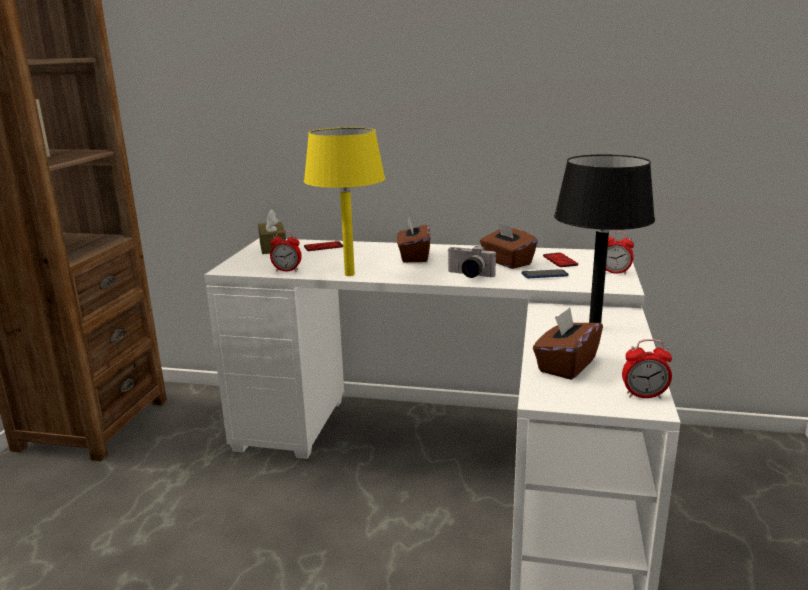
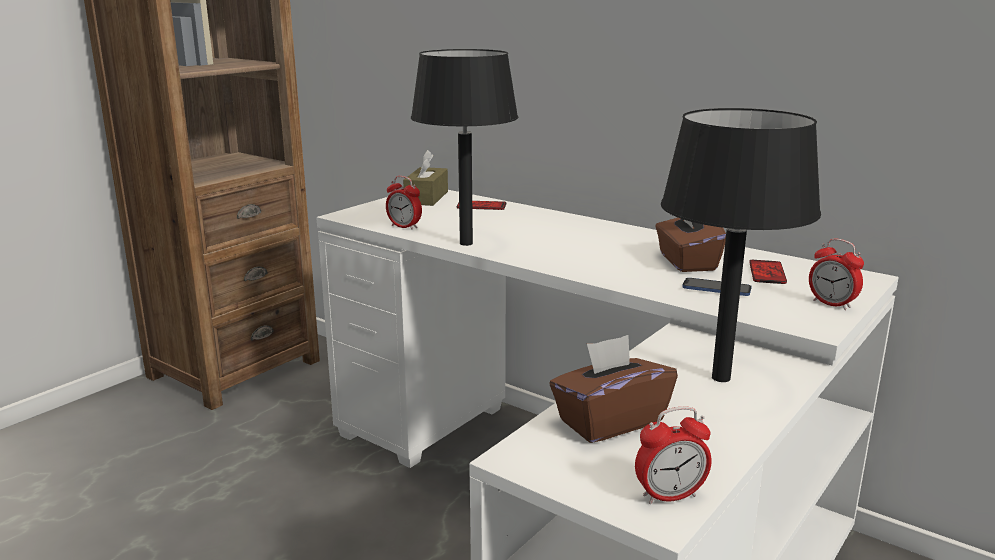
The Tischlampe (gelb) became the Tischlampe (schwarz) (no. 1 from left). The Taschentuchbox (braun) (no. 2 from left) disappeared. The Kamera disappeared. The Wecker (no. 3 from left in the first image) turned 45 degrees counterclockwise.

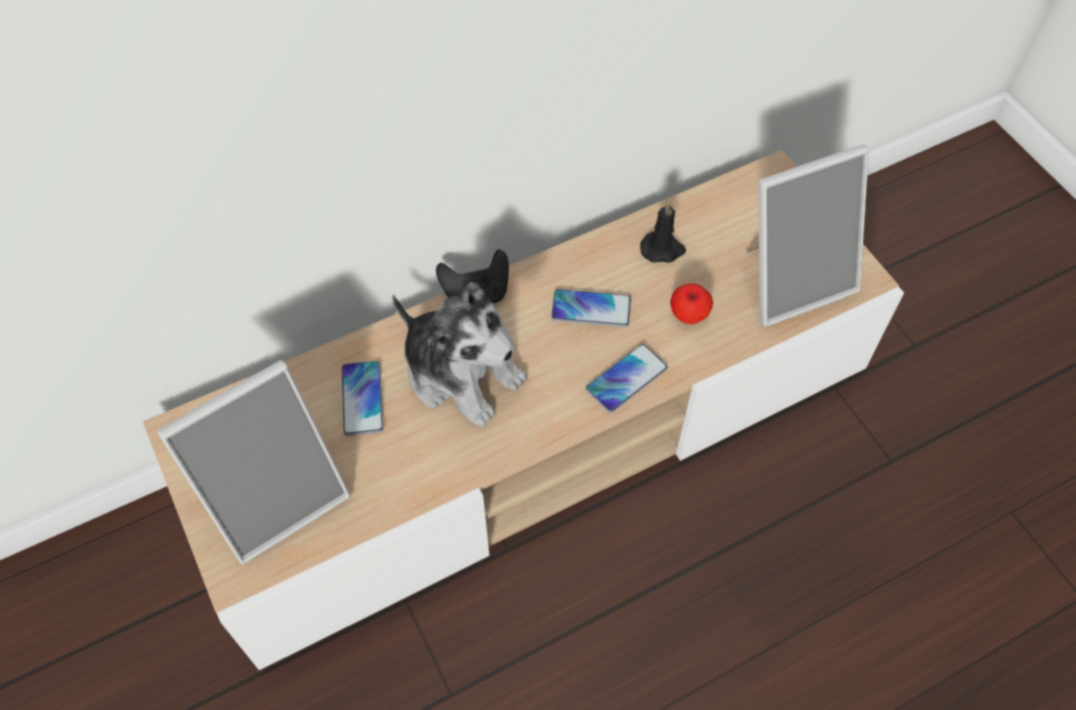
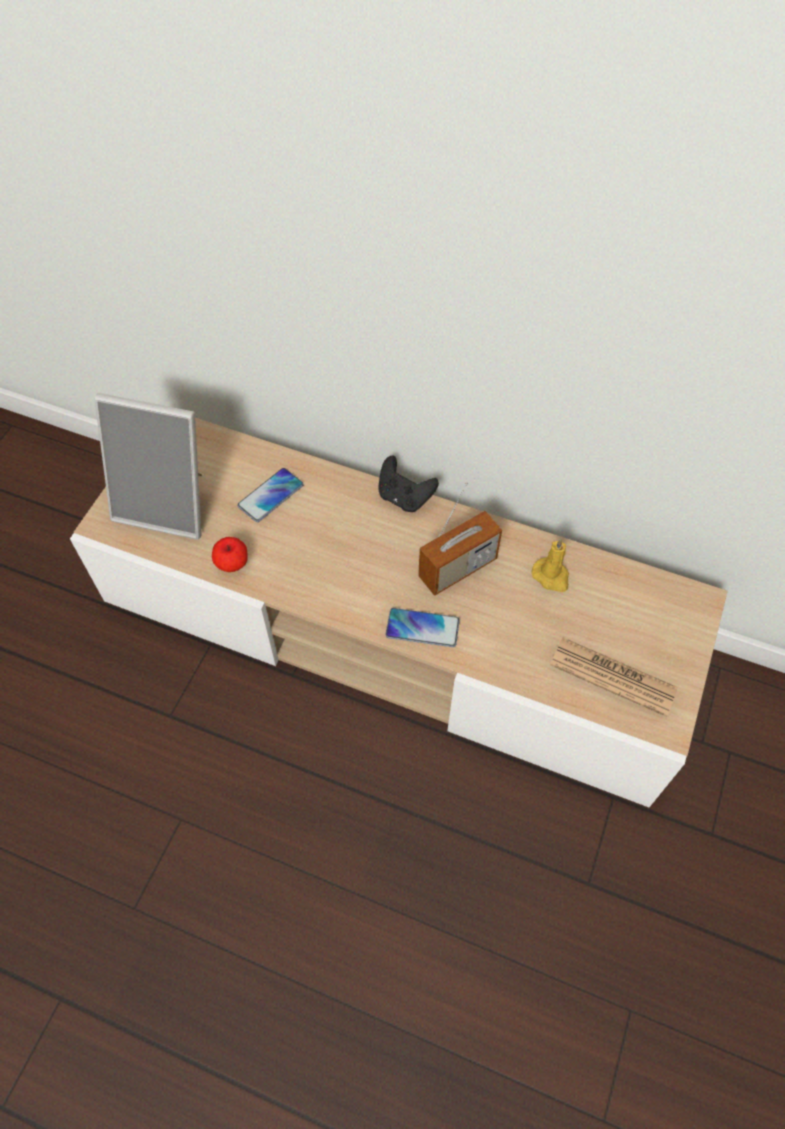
The Bilderrahmen (no. 2 from left) was replaced by the Zeitung. The Kerze (schwarz) became the Kerze (gelb). The Plüschtier disappeared. The Apfel moved. The Handy (no. 2 from left) was replaced by the Radio.

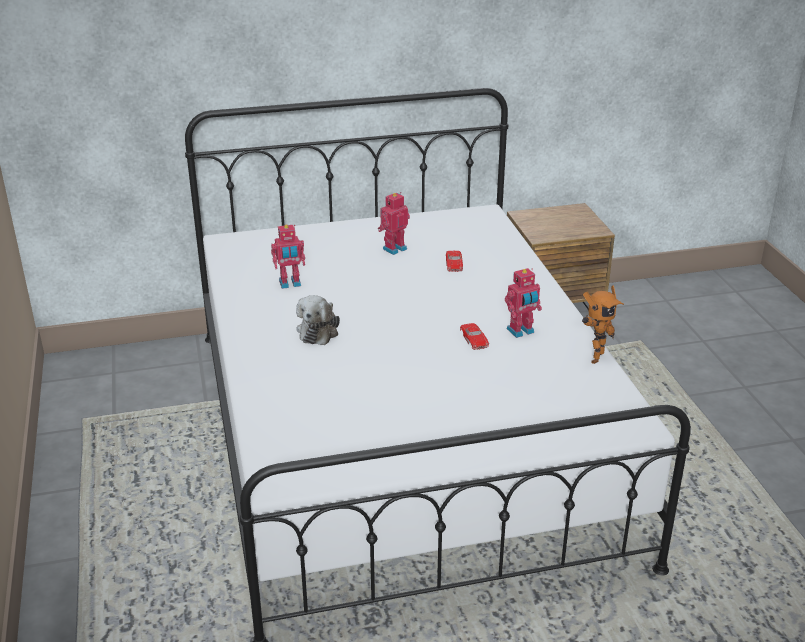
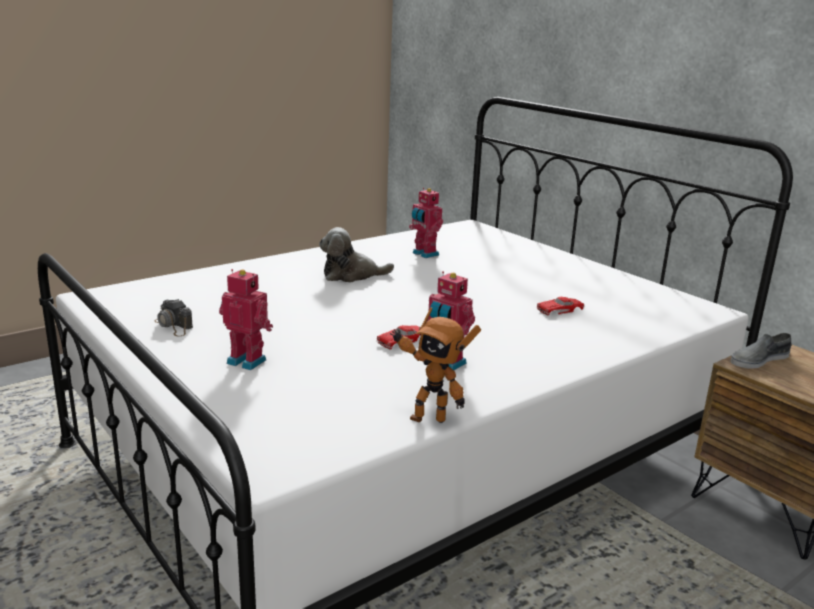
The Spielzeugroboter (no. 2 from left in the first image) moved. The Kamera appeared. The Schuh (grau) appeared.

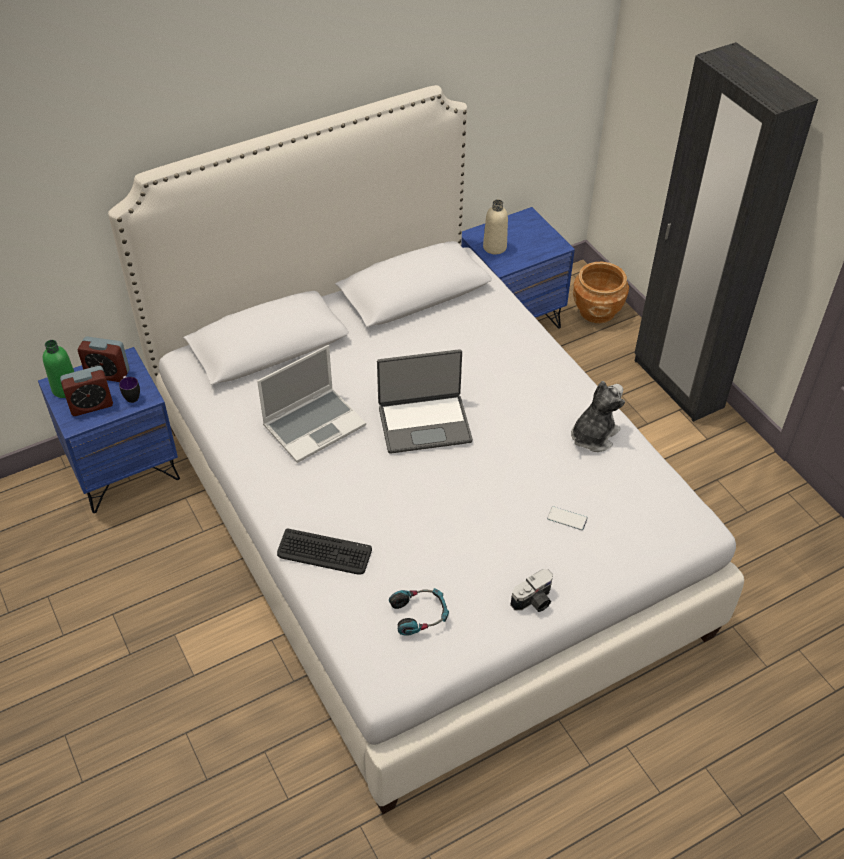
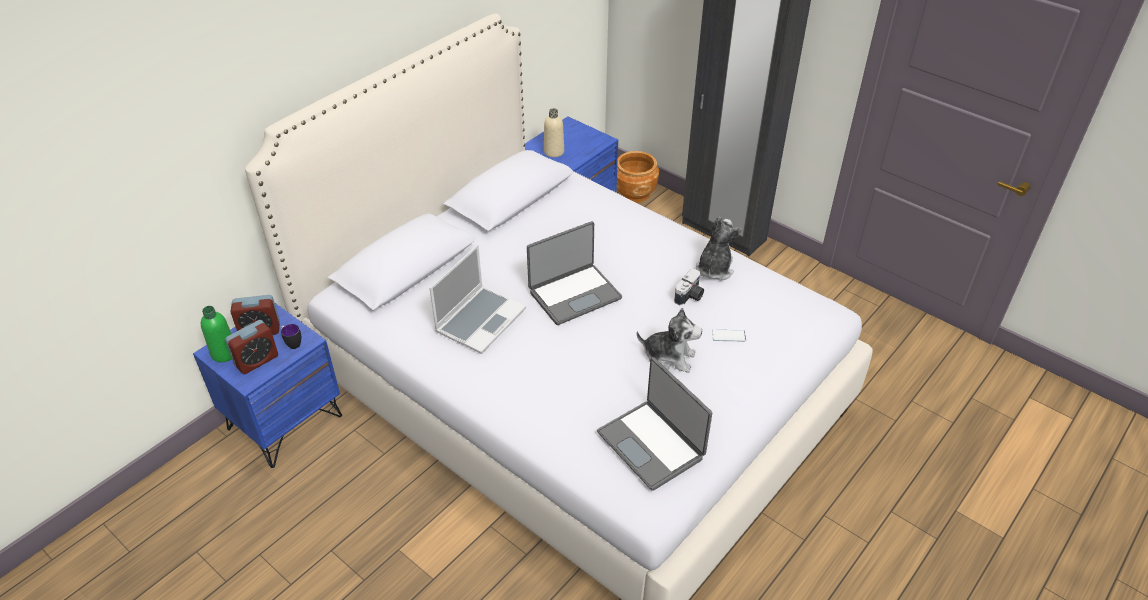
The Tastatur disappeared. The Kamera moved. The Kopfhörer was replaced by the Laptop (no. 3 from left). The Plüschtier (no. 1 from left) appeared.

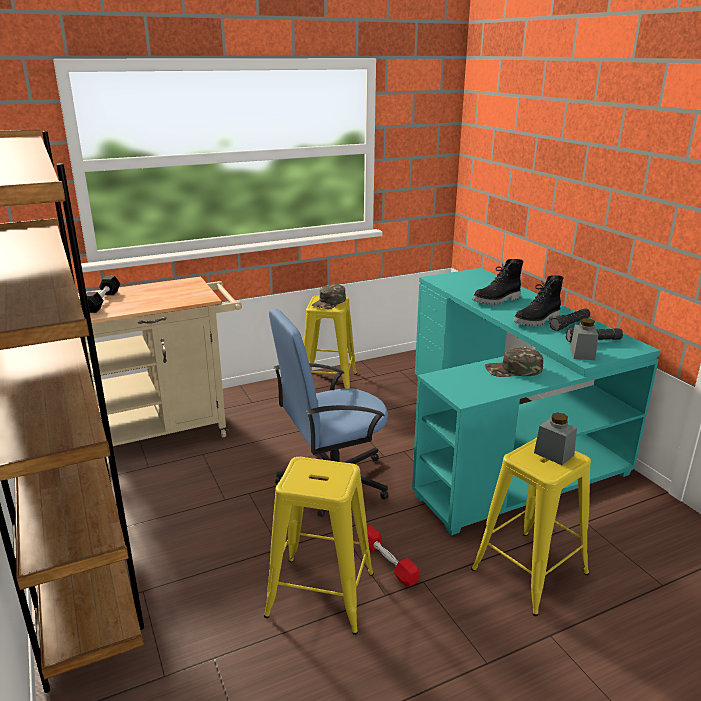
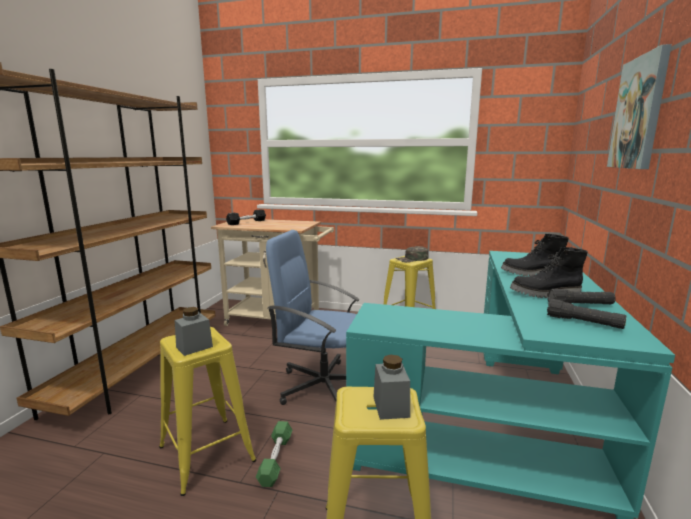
The Vorratsglas (grau) (no. 2 from left in the first image) moved. The Kappe (grün) (no. 2 from left) disappeared. The Hantel (rot) became the Hantel (grün). The Bild appeared.

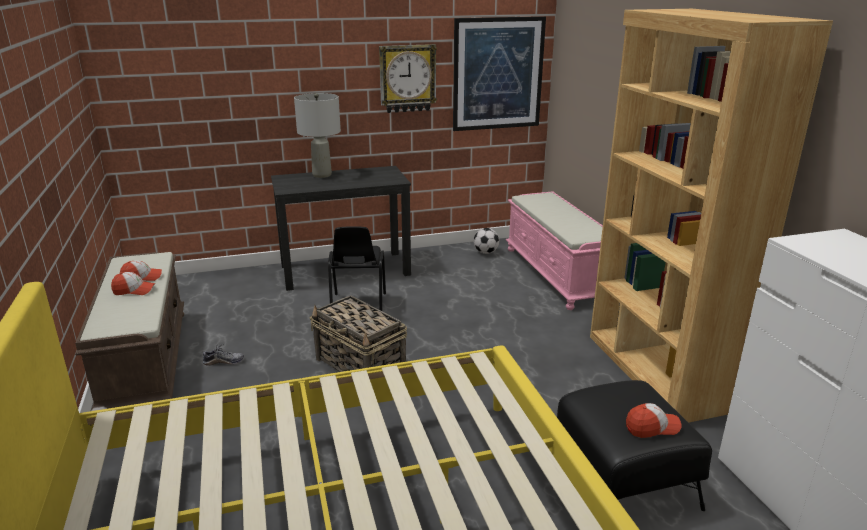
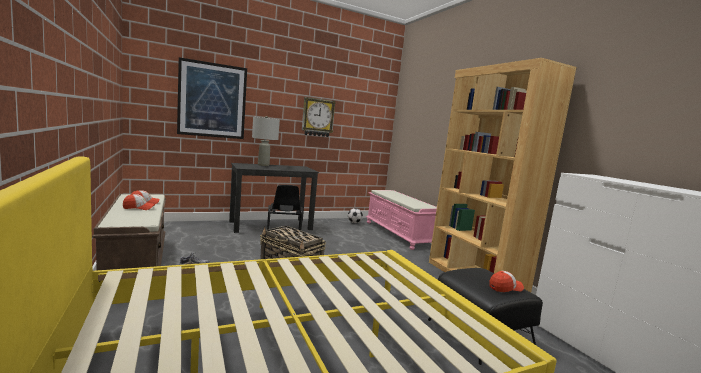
The Bild moved.

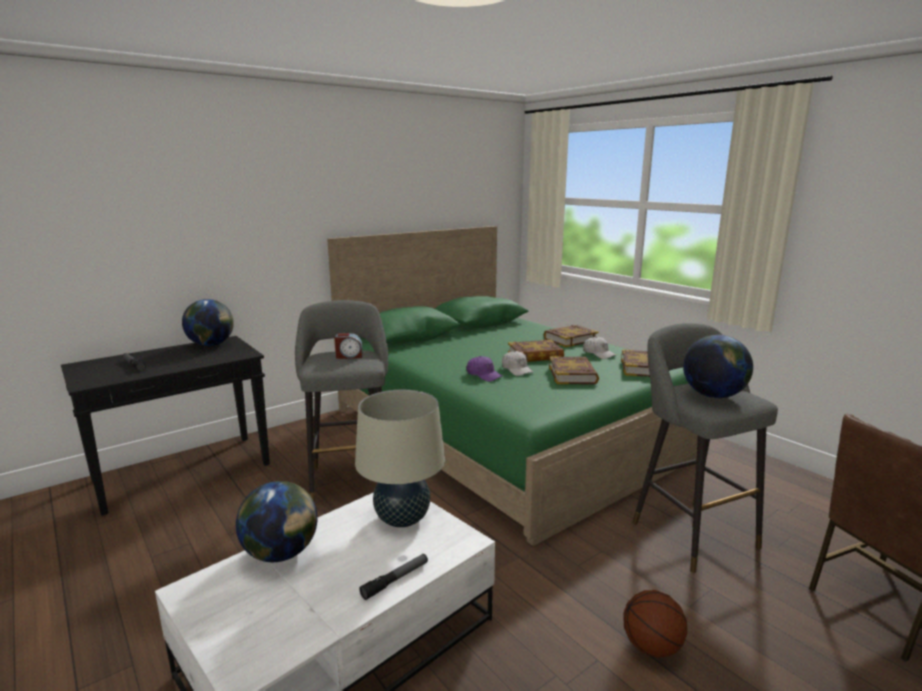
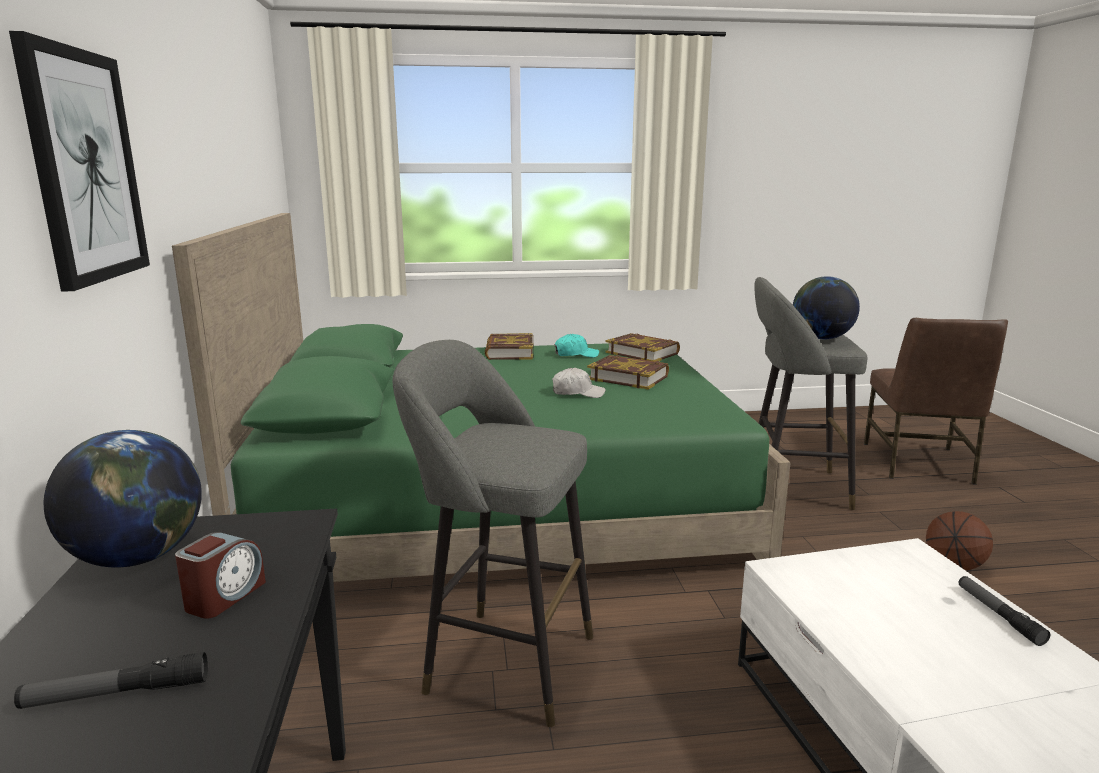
The Wecker moved. The Kappe (weiß) (no. 2 from left) became the Kappe (türkis). The Buch (no. 1 from left) disappeared. The Kappe (lila) disappeared. The Tischlampe (beige) disappeared. The Globus (no. 2 from left) disappeared. The Bild appeared.

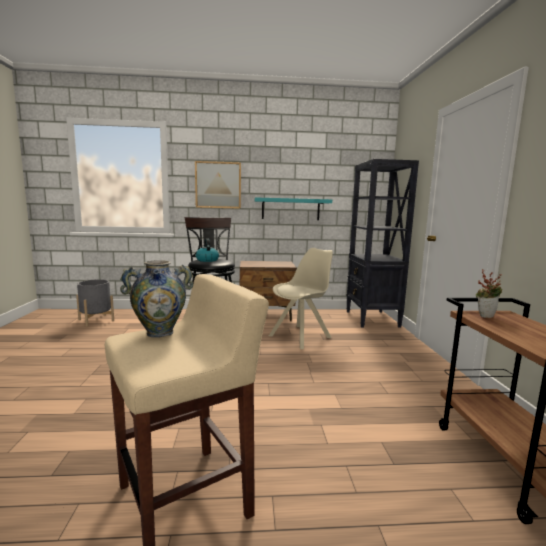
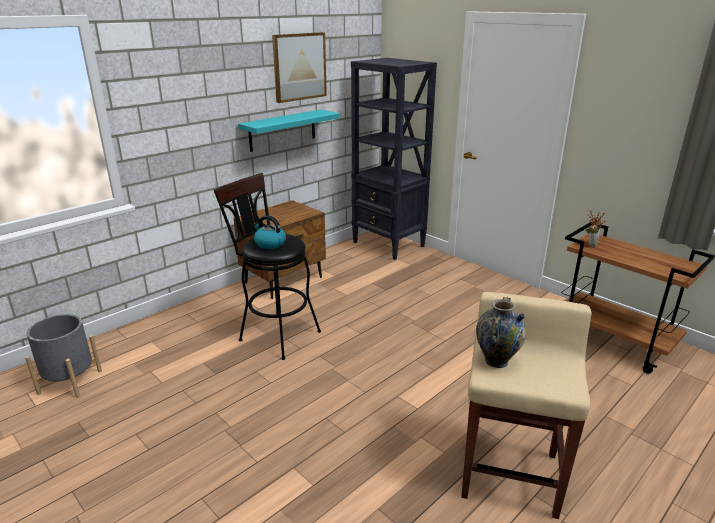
The Bild moved. The Stuhl (beige) disappeared.

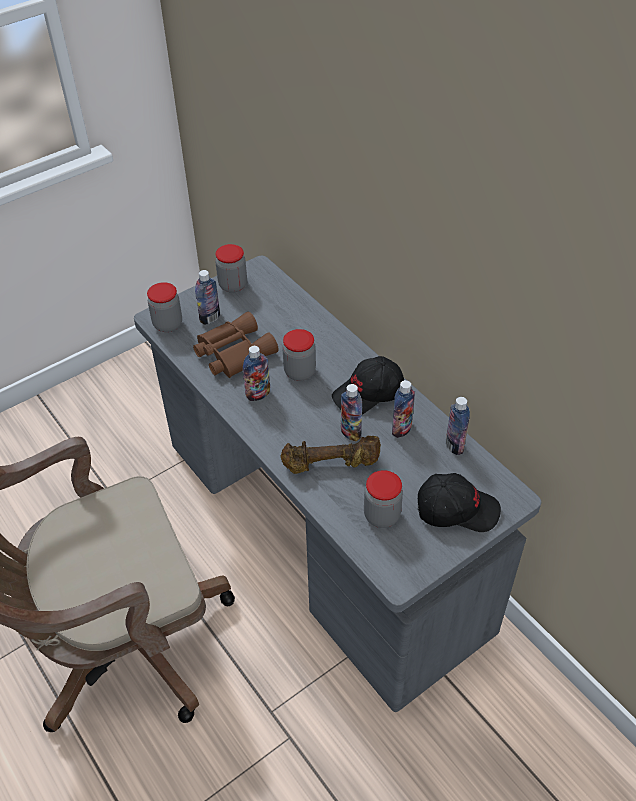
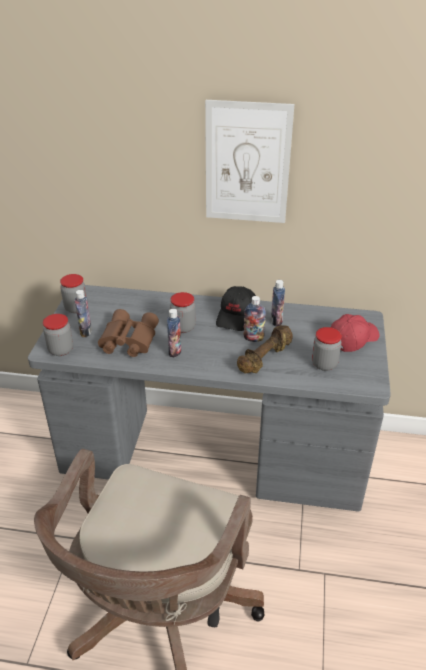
The Flasche (no. 5 from left) disappeared. The Kappe (schwarz) (no. 2 from left) became the Kappe (rot). The Bild appeared.

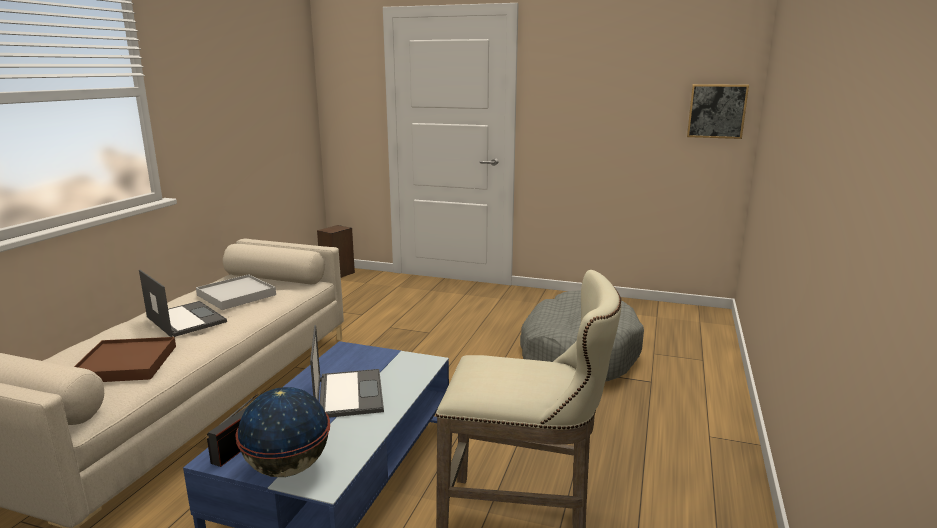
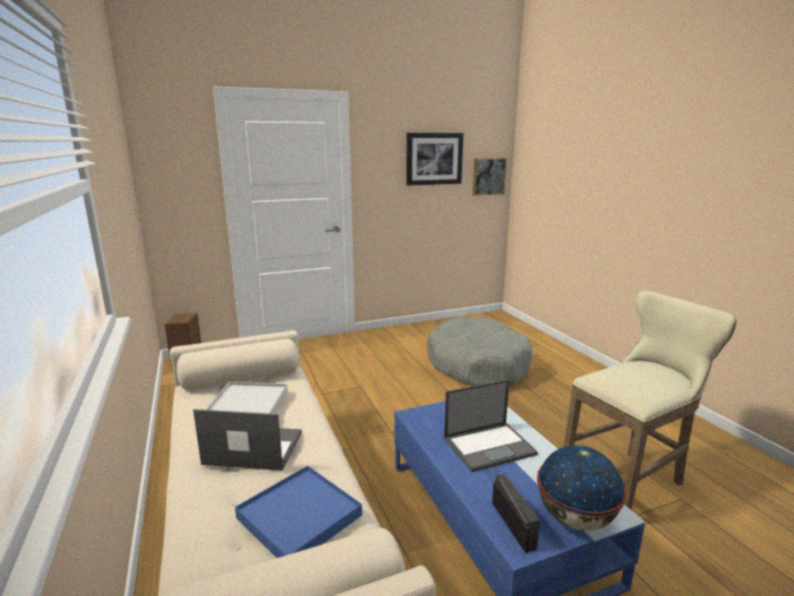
The Laptop (no. 2 from left) turned 120 degrees clockwise. The Tablett (braun) became the Tablett (blau). The Bild (no. 1 from left) appeared.

